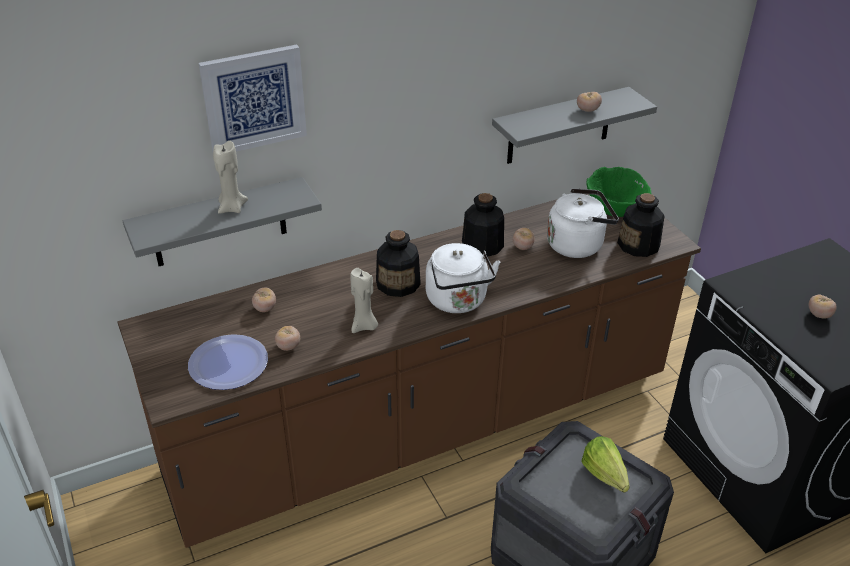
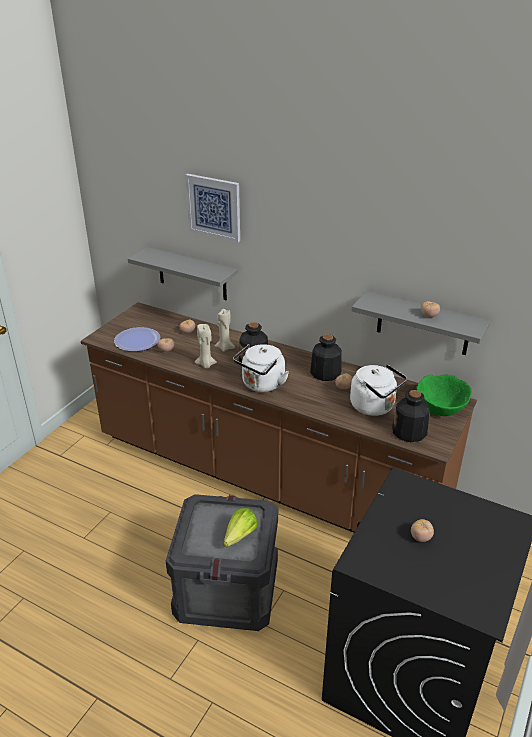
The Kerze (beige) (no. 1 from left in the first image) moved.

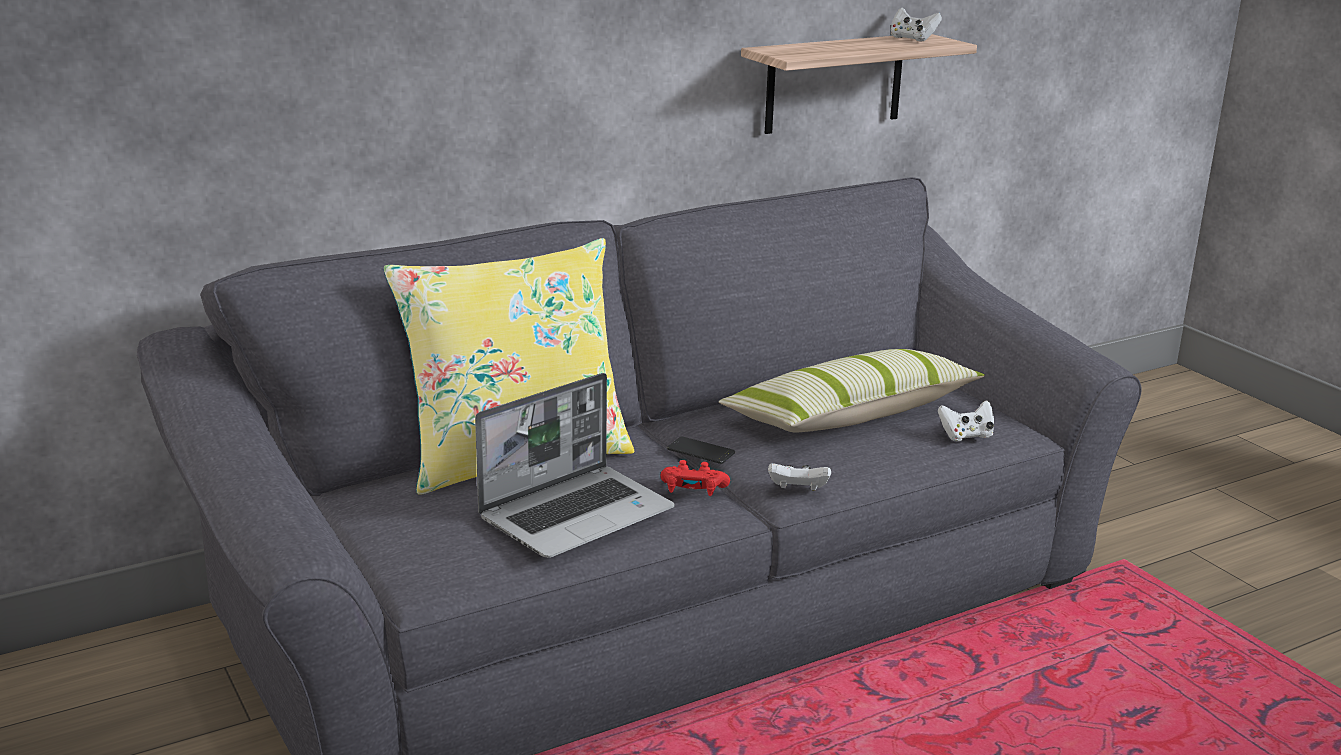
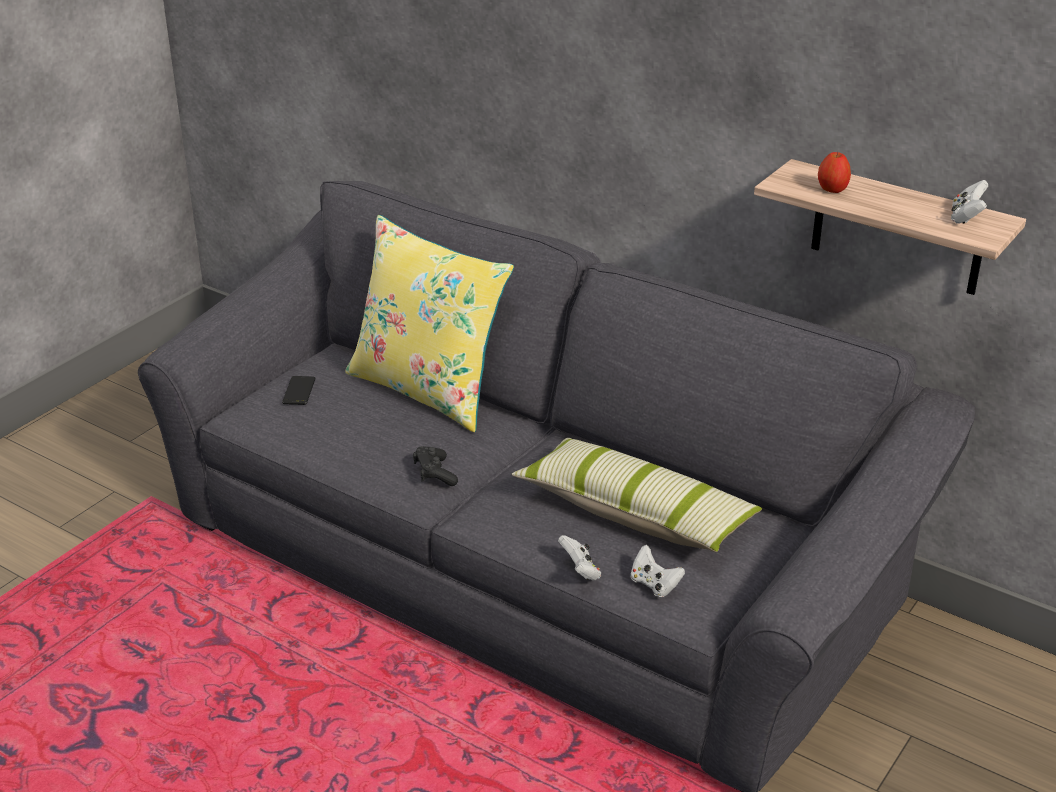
The Laptop disappeared. The Handy moved. The Gamepad (rot) became the Gamepad (schwarz). The Gamepad (weiß) (no. 1 from left) moved. The Apfel appeared.

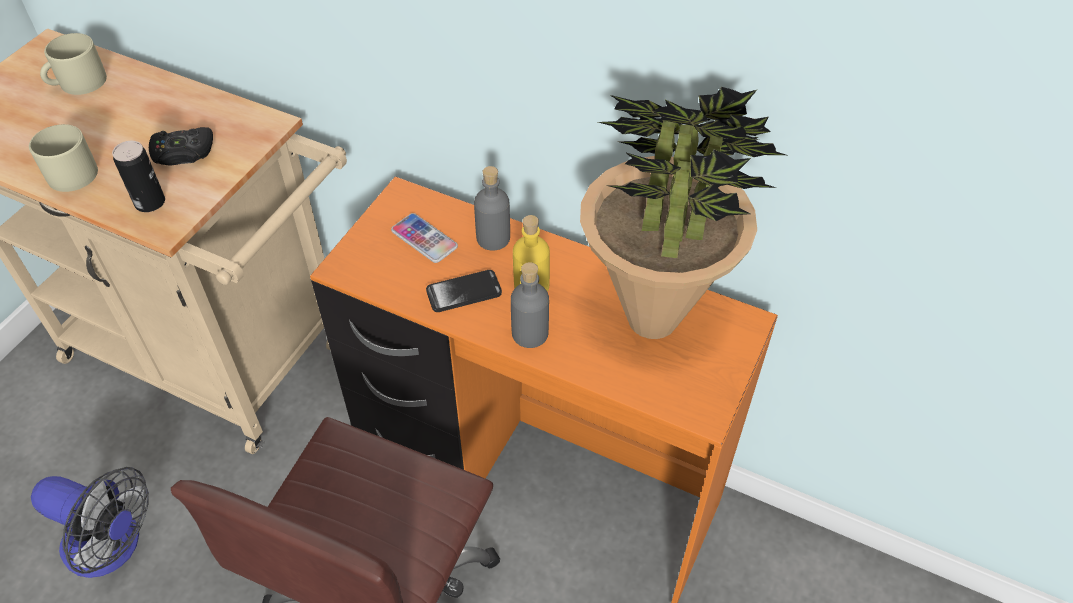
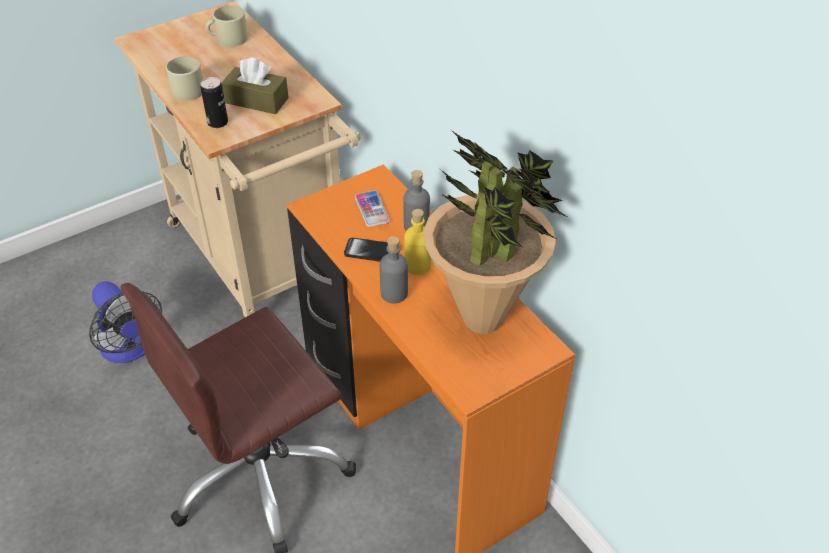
The Gamepad (schwarz) was replaced by the Taschentuchbox (braun).

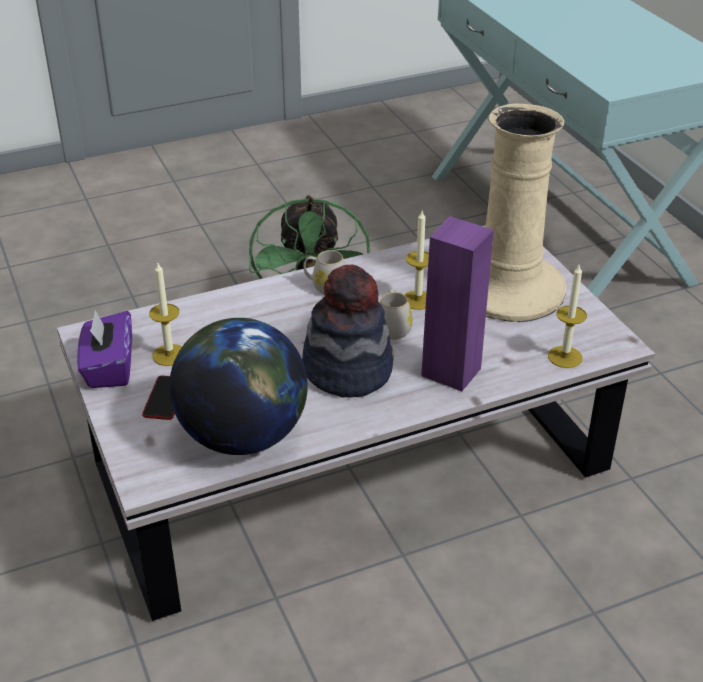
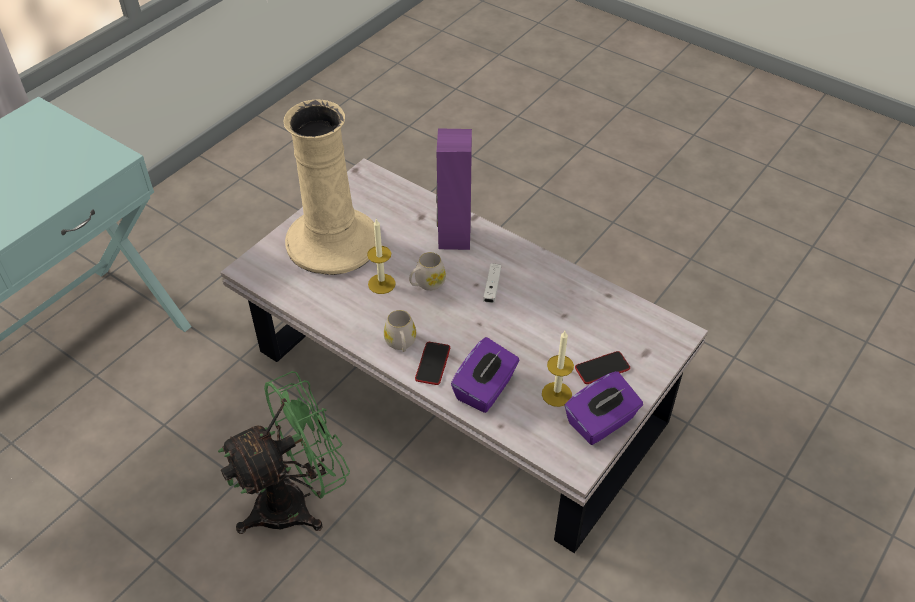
The Kerze (no. 3 from left) disappeared. The Hut was replaced by the Gamepad (weiß). The Globus disappeared. The Taschentuchbox (lila) (no. 1 from left) appeared. The Handy (no. 1 from left) appeared.

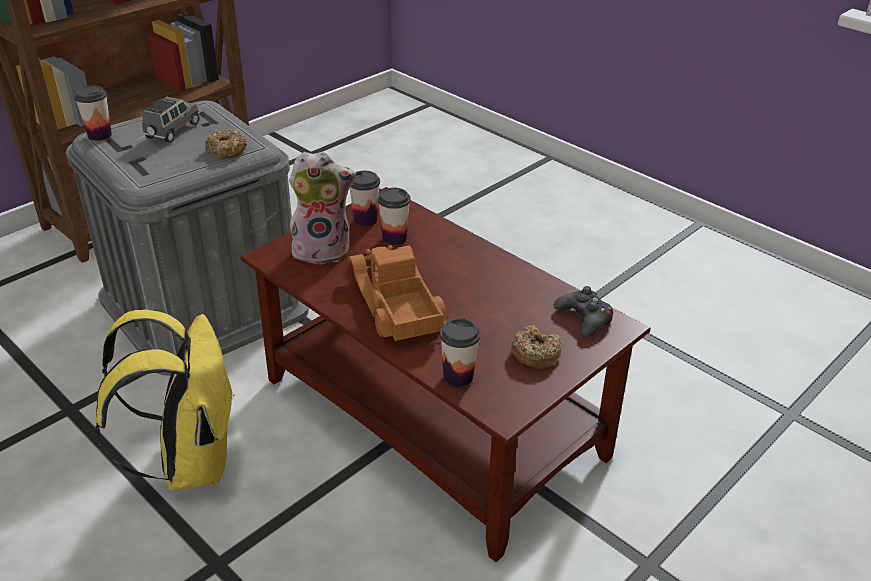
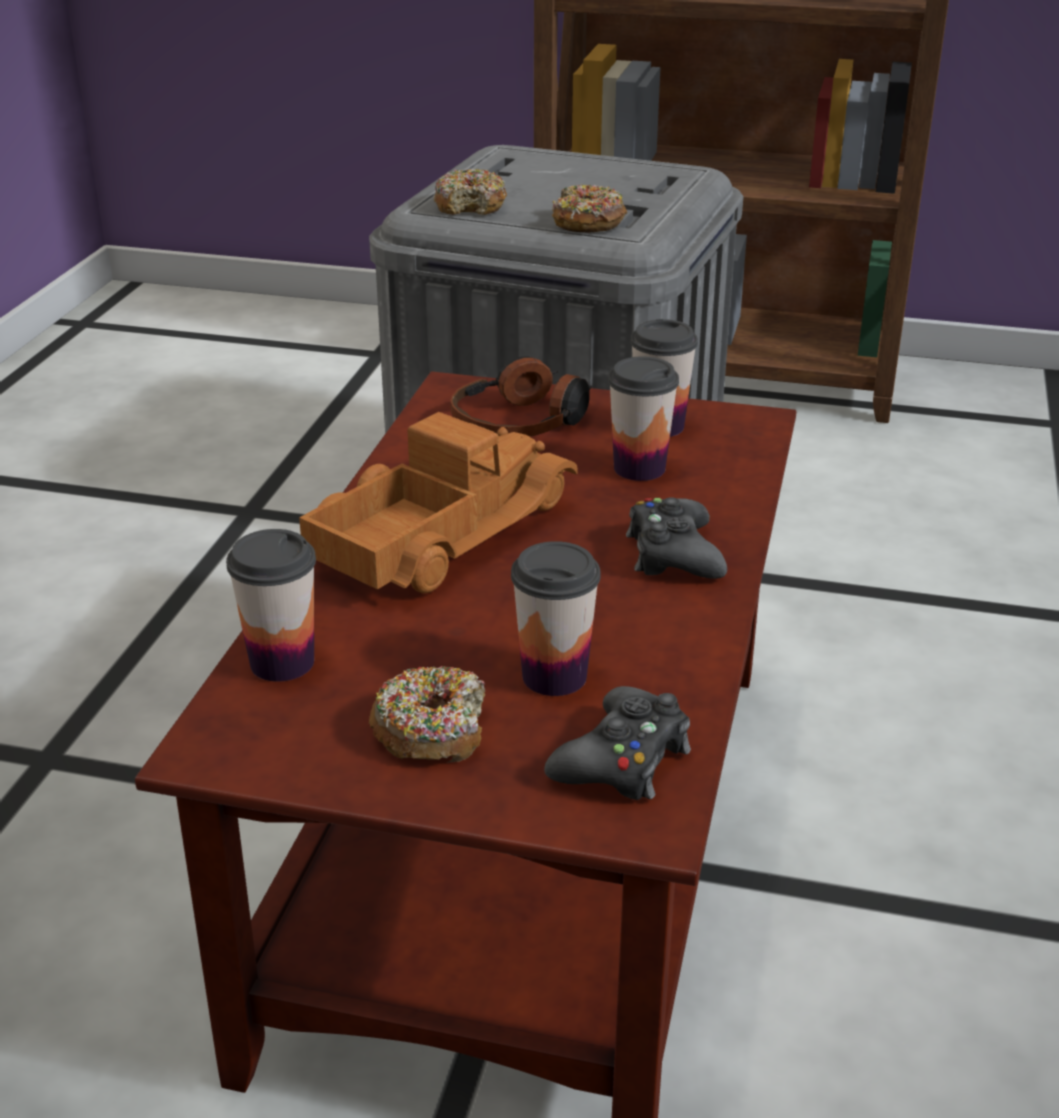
The Tasse (no. 1 from left in the first image) moved. The Spielzeugauto (grau) disappeared. The Plüschtier was replaced by the Kopfhörer. The Rucksack (gelb) disappeared. The Donut (no. 2 from left) appeared. The Gamepad (schwarz) (no. 2 from left) appeared.

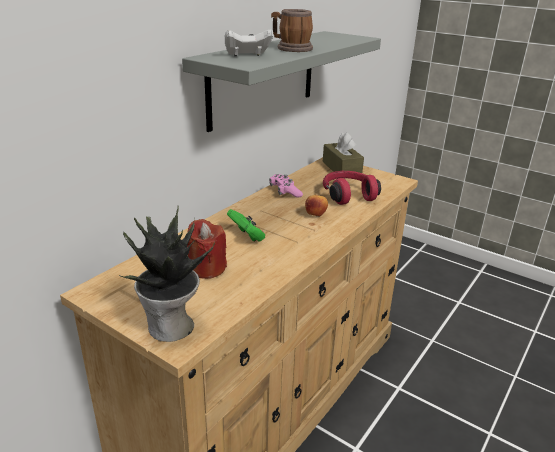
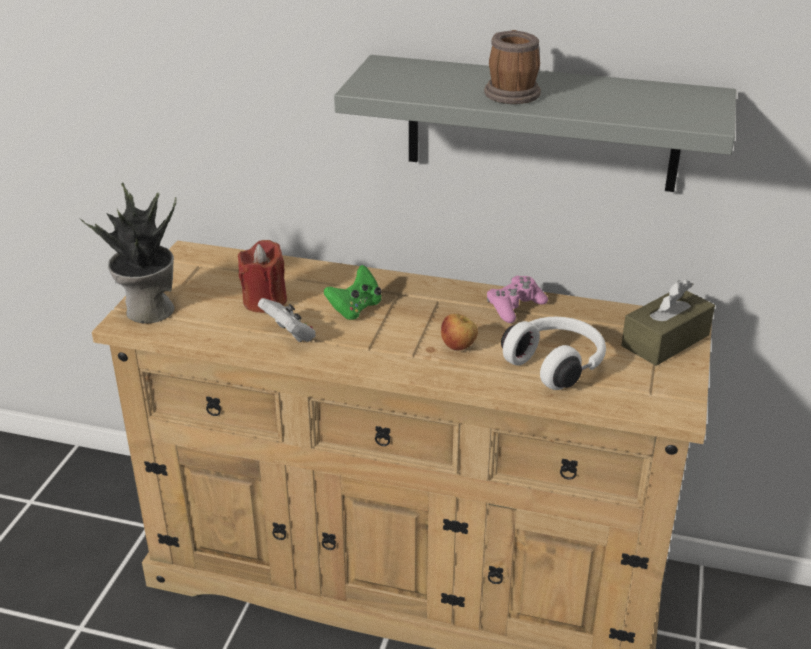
The Gamepad (weiß) moved. The Kopfhörer (rot) became the Kopfhörer (weiß).

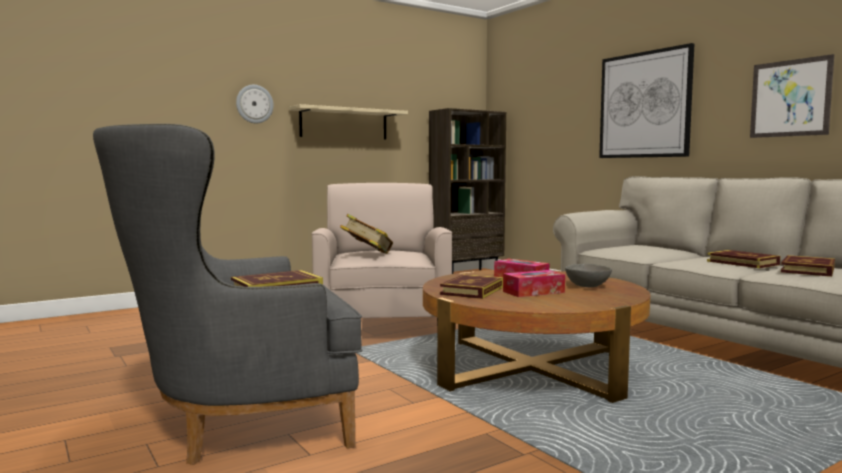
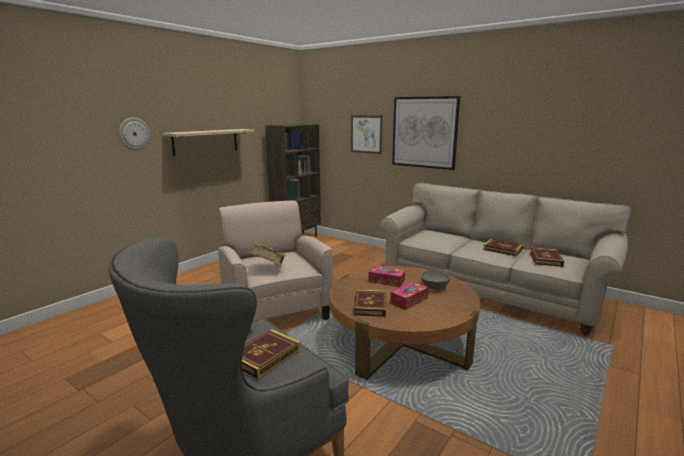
The Bild (no. 2 from left in the first image) moved.

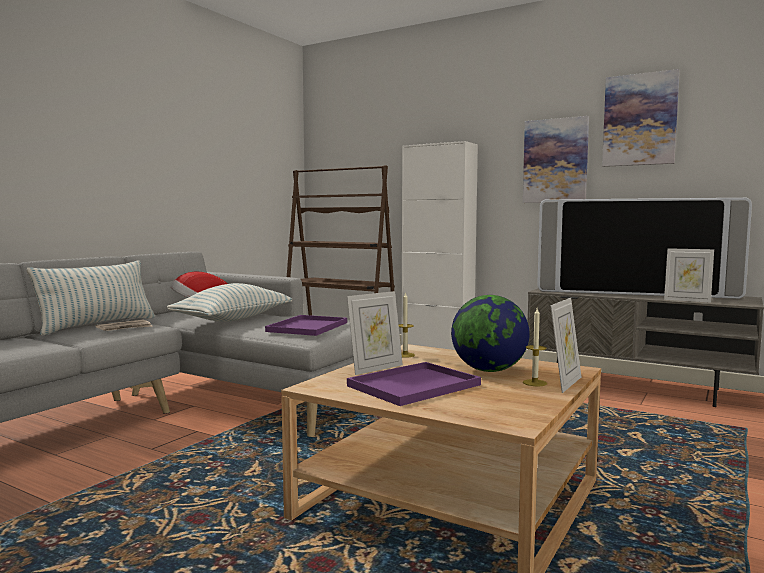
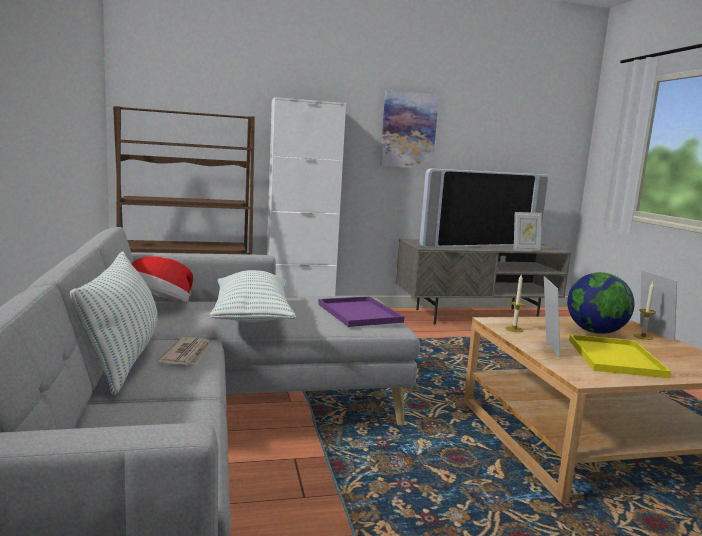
The Bild (no. 2 from left) disappeared. The Tablett (lila) (no. 2 from left) became the Tablett (gelb).

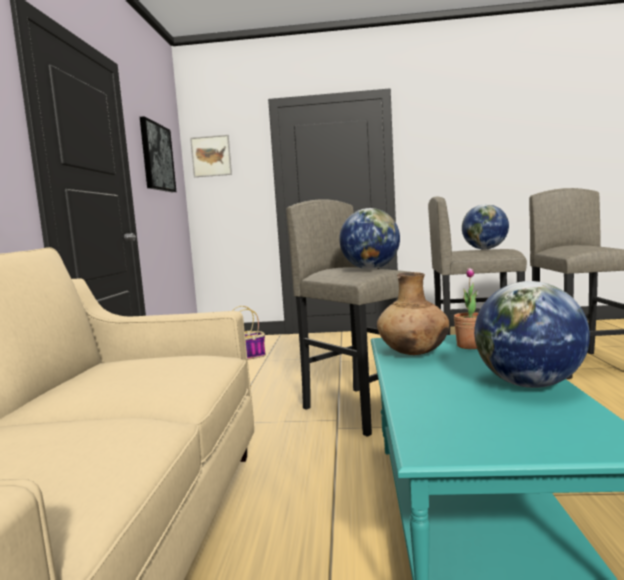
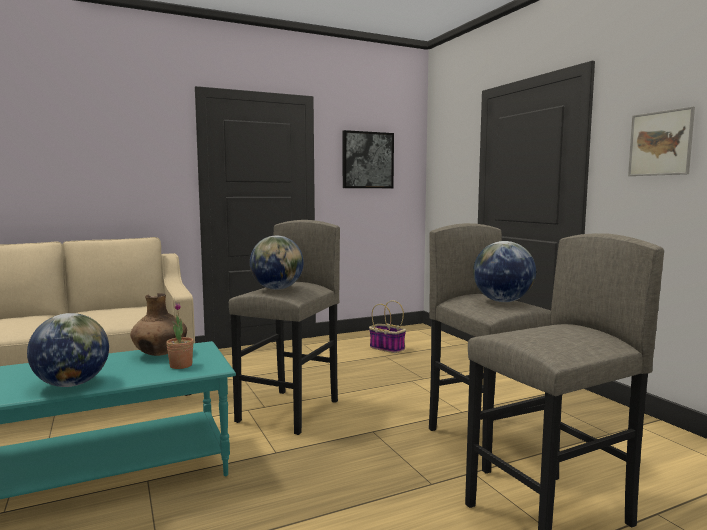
The Bild (no. 2 from left) moved.

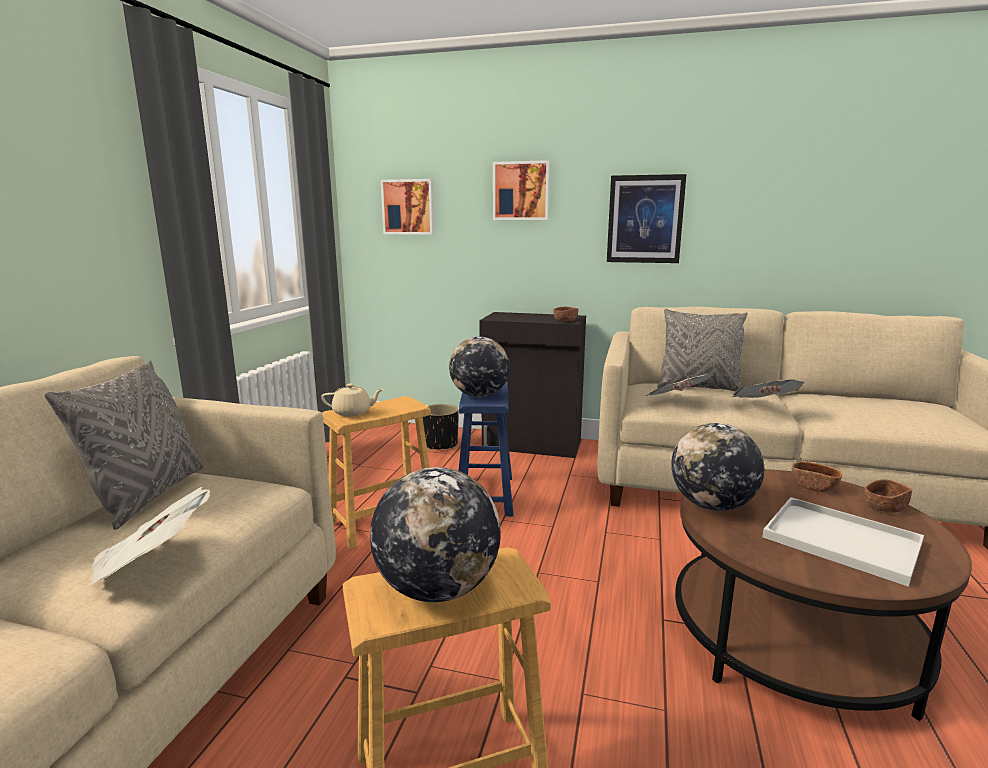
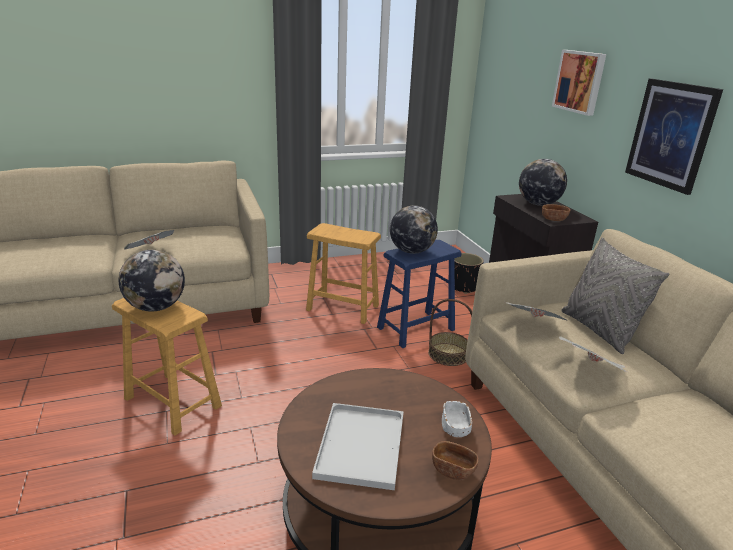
The Bild (no. 1 from left) disappeared. The Kissen (grau) (no. 1 from left) disappeared. The Teekanne (beige) disappeared. The Globus (no. 3 from left) moved. The Schüssel (braun) (no. 2 from left) became the Schüssel (weiß). The Korb appeared.

